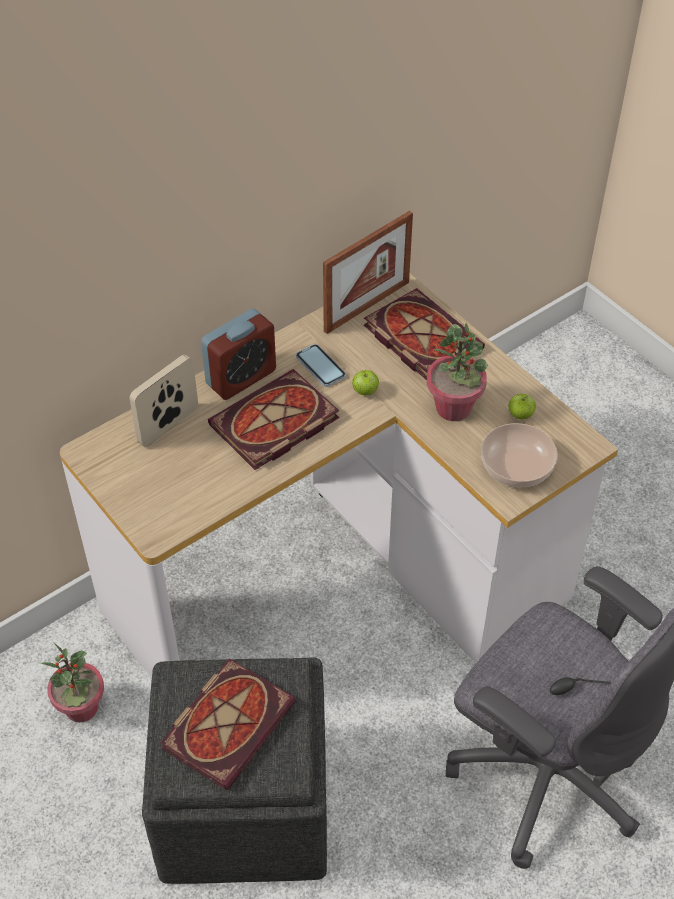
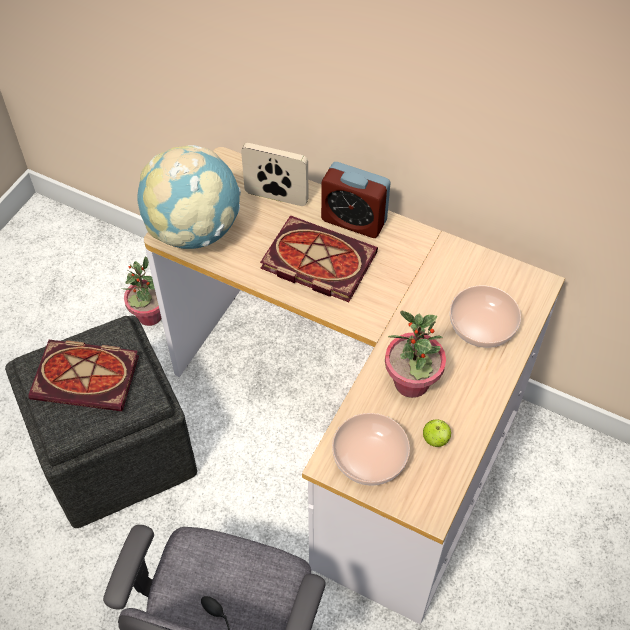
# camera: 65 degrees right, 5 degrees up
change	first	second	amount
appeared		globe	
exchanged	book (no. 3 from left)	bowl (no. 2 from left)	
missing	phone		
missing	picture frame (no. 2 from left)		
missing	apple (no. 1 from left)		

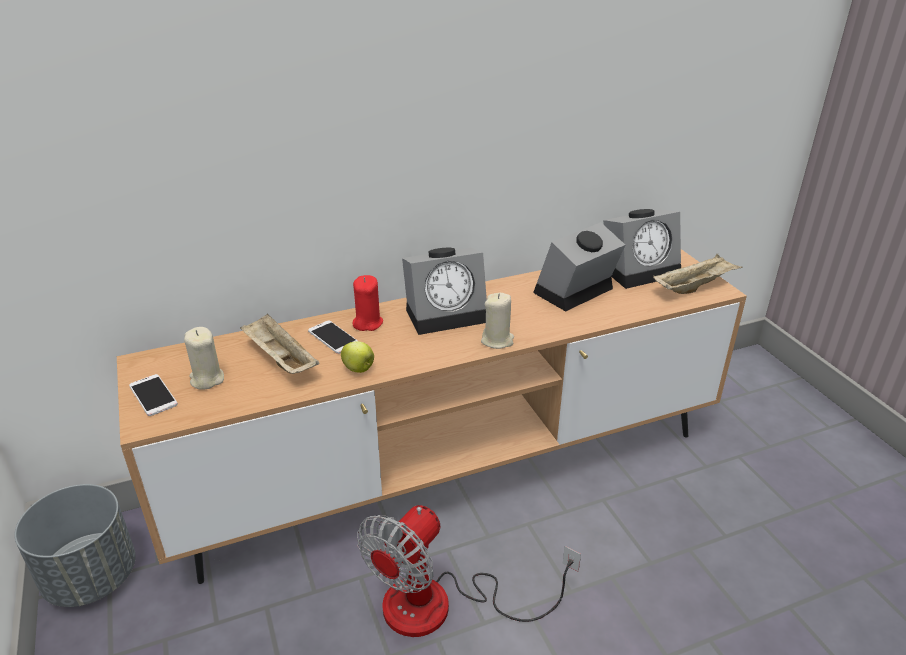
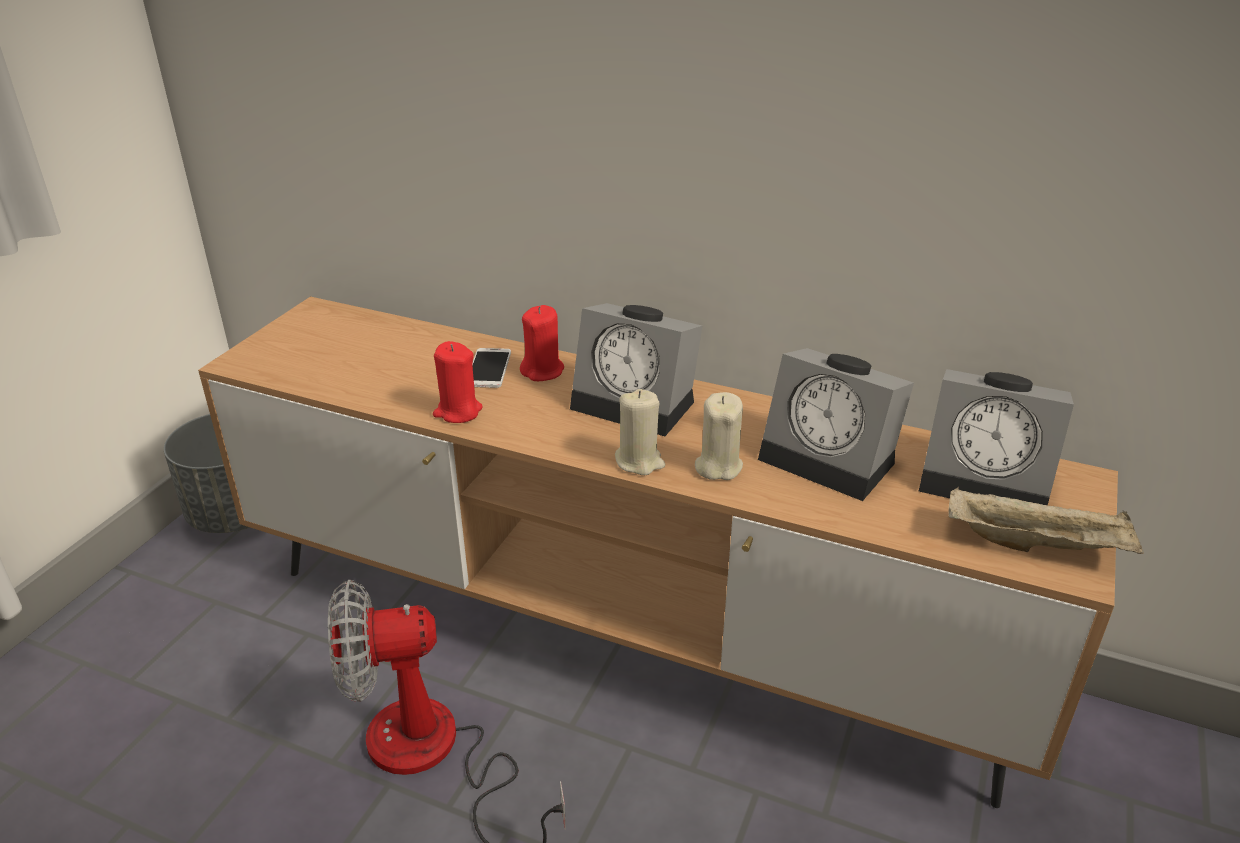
# camera: 45 degrees right, 0 degrees up
change	first	second	amount
exchanged	apple	red candle (no. 1 from left)	
relocated	beige candle (no. 1 from left in the first image)	beige candle (no. 2 from left)	
spun	alarm clock (no. 2 from left)		150 degrees counterclockwise
missing	phone (no. 1 from left)		
missing	beige tray (no. 1 from left)		

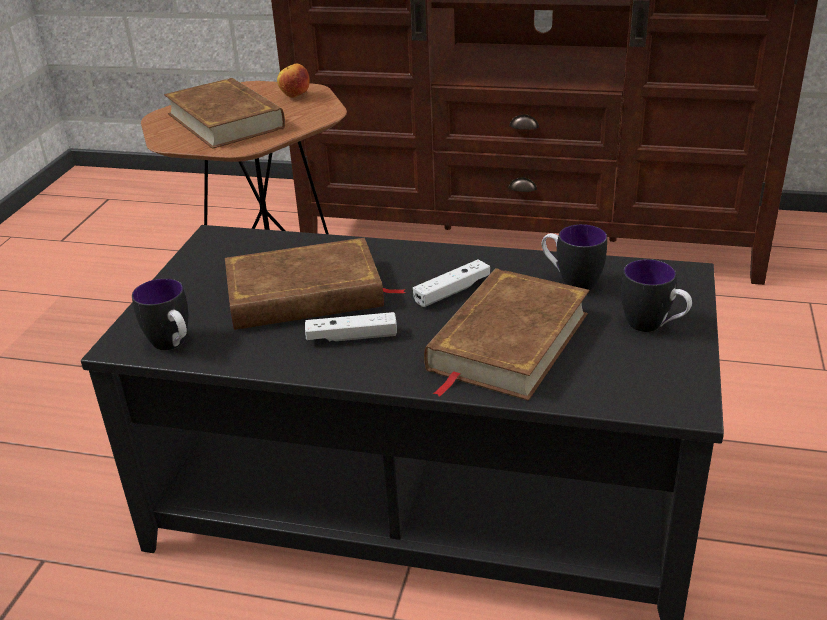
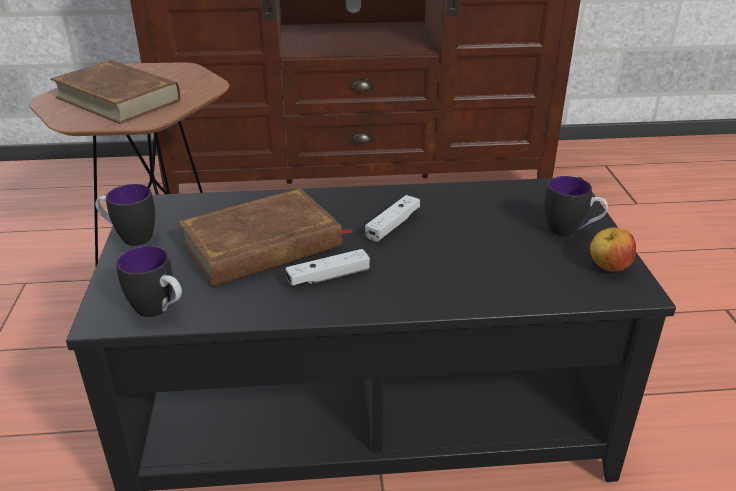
# camera: 20 degrees left, 0 degrees up
change	first	second	amount
relocated	mug (no. 2 from left in the first image)	mug (no. 1 from left)	
relocated	apple		
missing	brown book (no. 3 from left)		

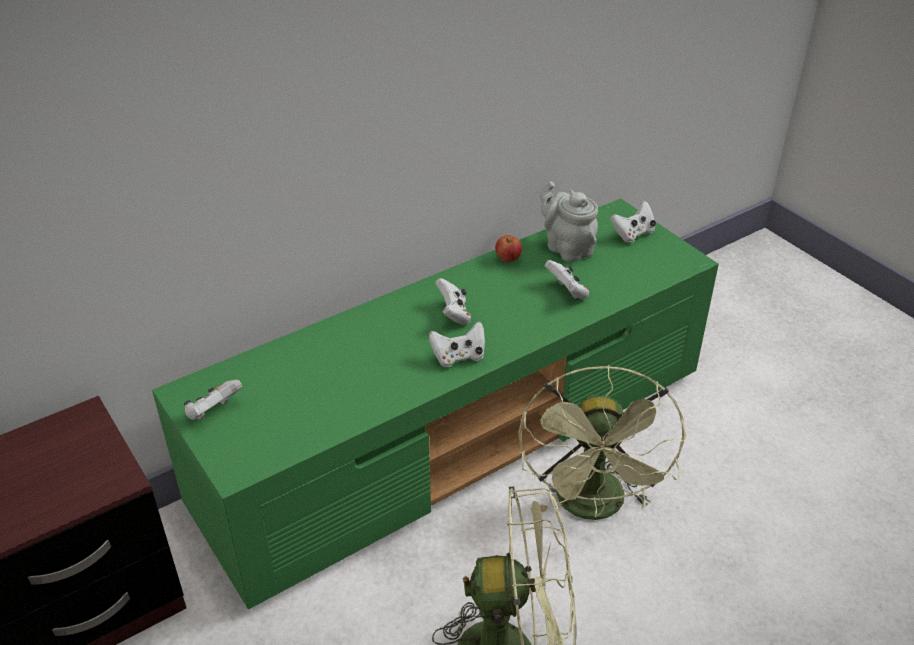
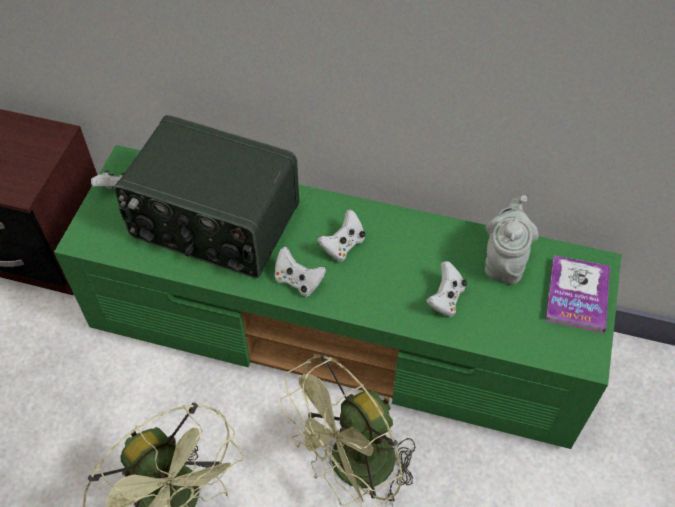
# camera: 50 degrees right, 15 degrees up
change	first	second	amount
appeared		radio	
exchanged	white game controller (no. 5 from left)	book	
missing	apple		

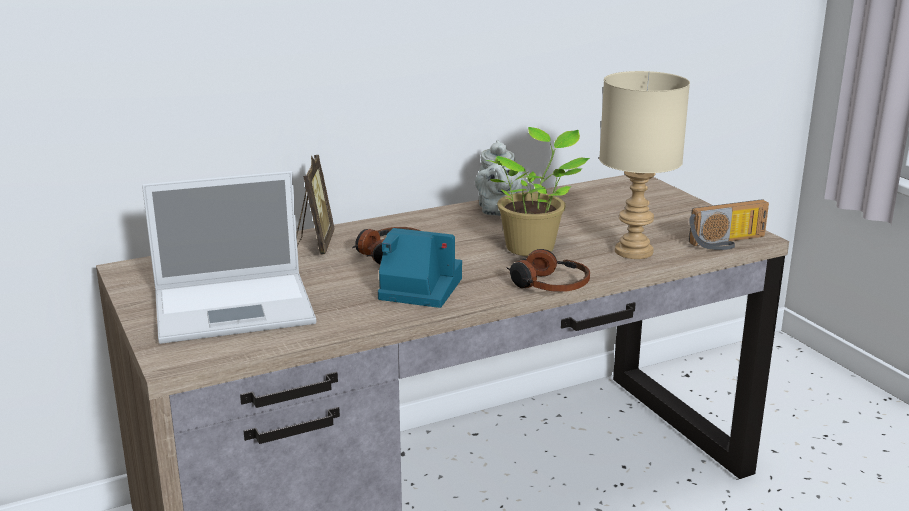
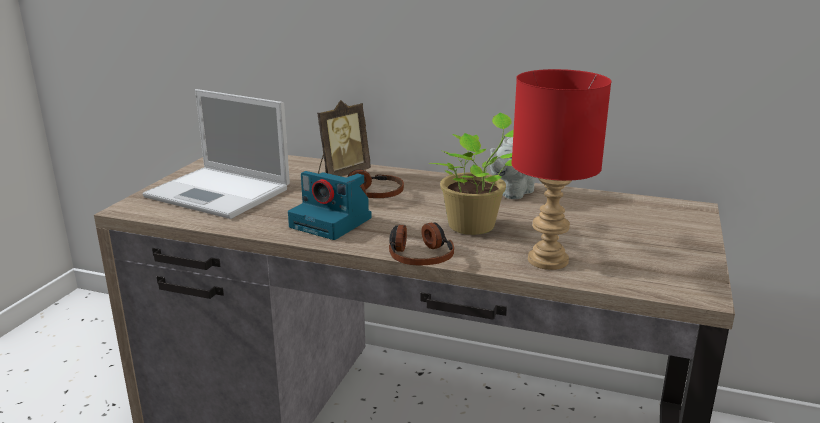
# camera: 45 degrees right, 0 degrees up
change	first	second	amount
spun	photo camera		150 degrees clockwise
colour	beige table lamp	red table lamp	
missing	radio		

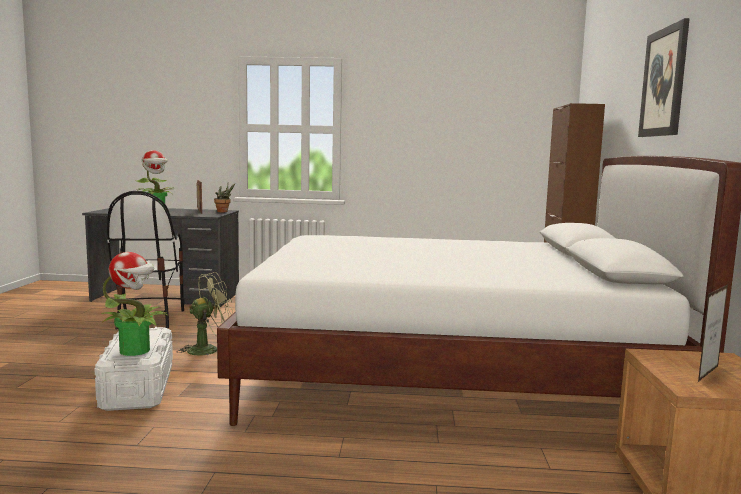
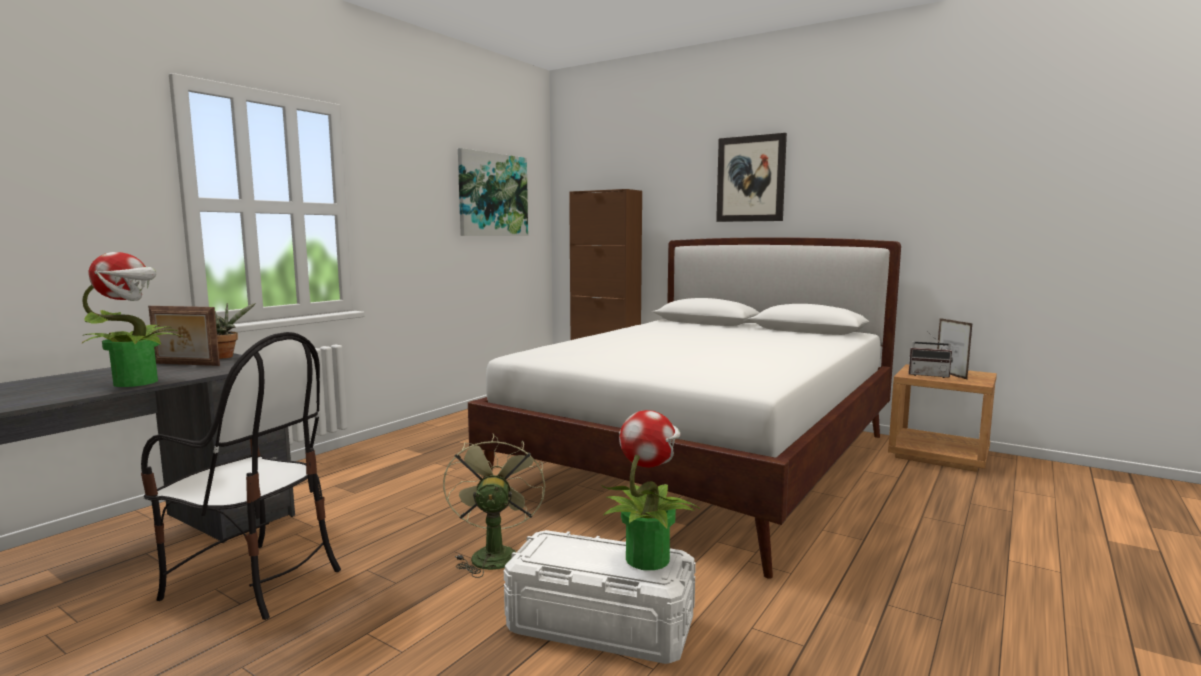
# camera: 60 degrees left, 0 degrees up
change	first	second	amount
appeared		picture (no. 1 from left)	
appeared		radio	

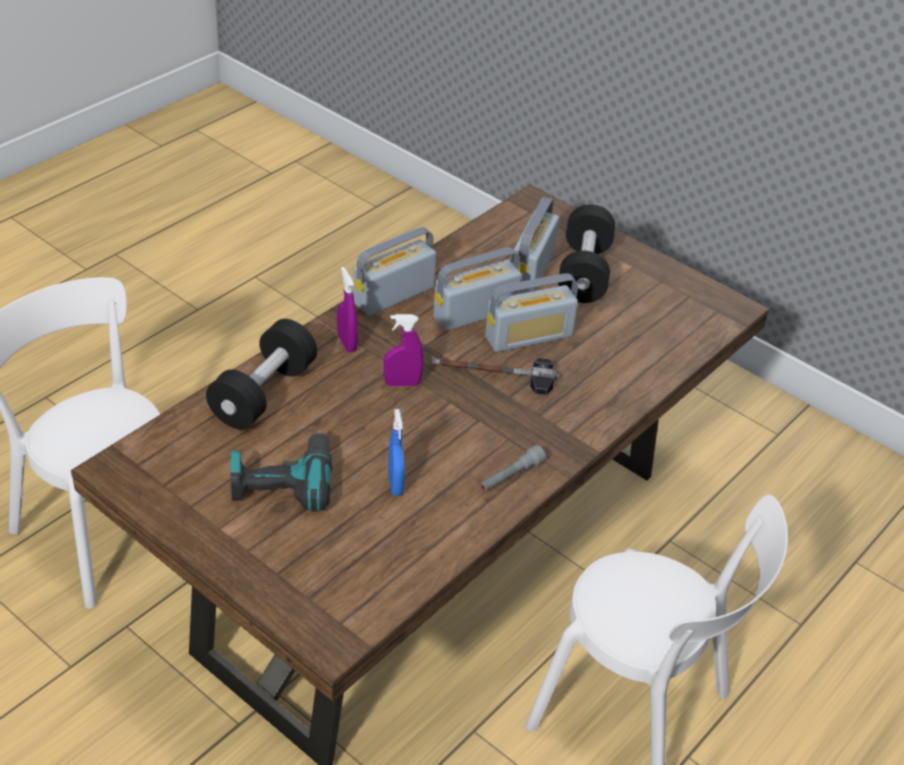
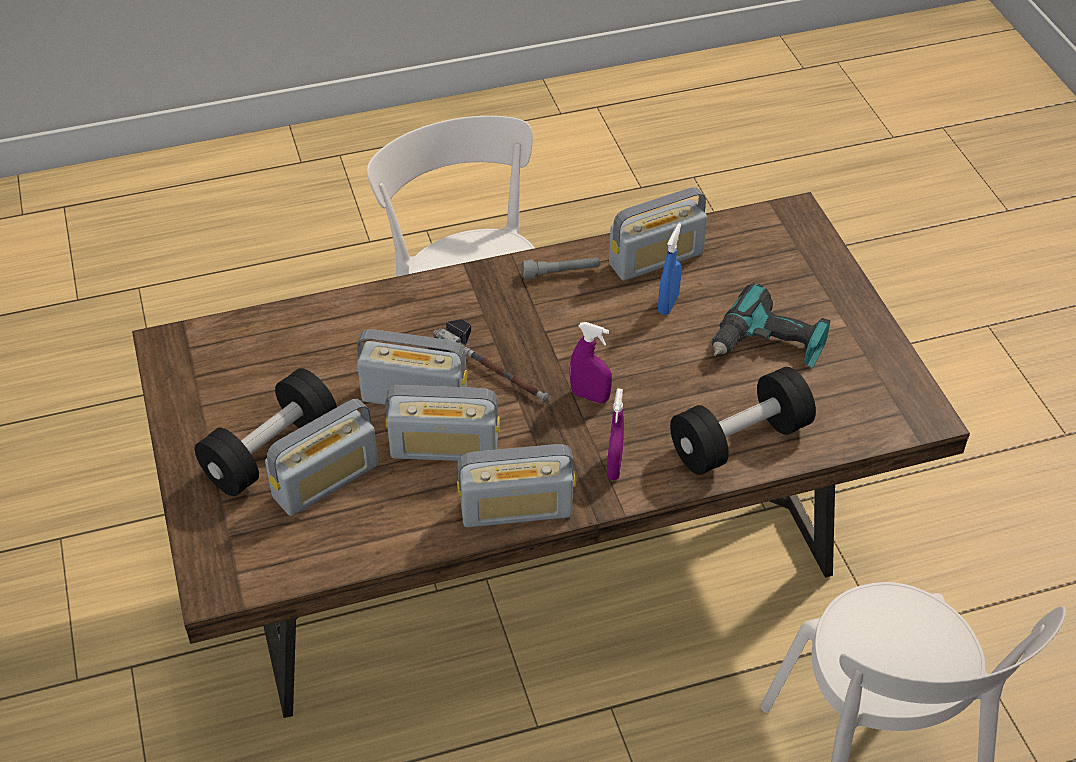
# camera: 145 degrees left, 5 degrees up
change	first	second	amount
appeared		radio (no. 5 from left)	

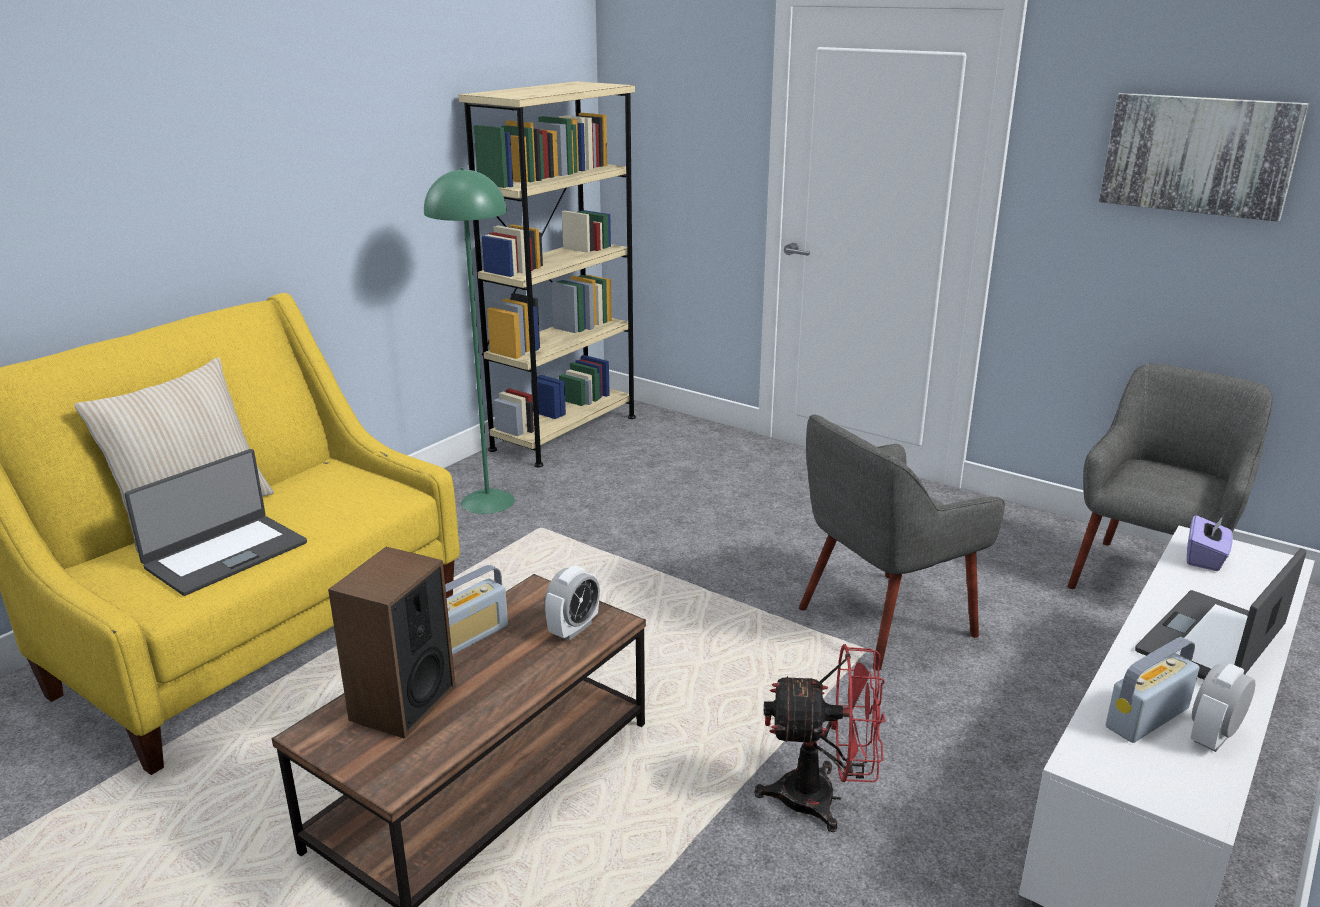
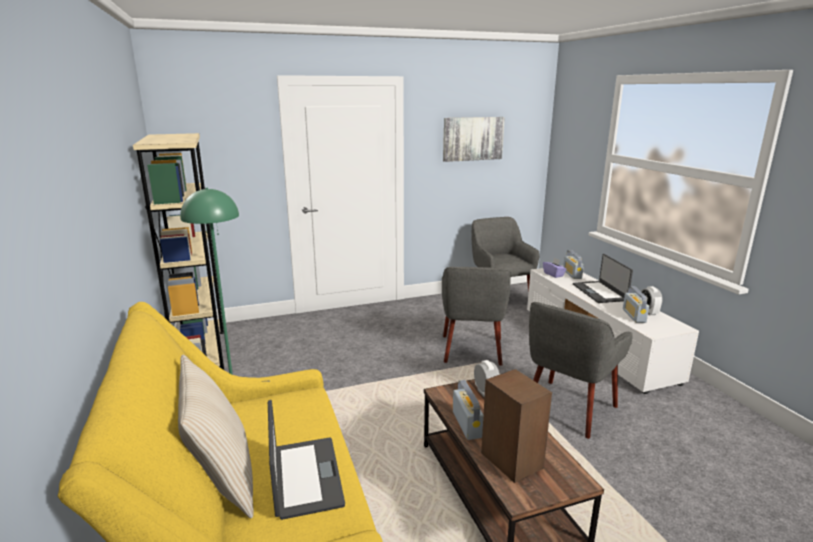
# camera: 55 degrees left, 5 degrees down
change	first	second	amount
exchanged	red fan	grey armchair (no. 3 from left)	
appeared		radio (no. 2 from left)	

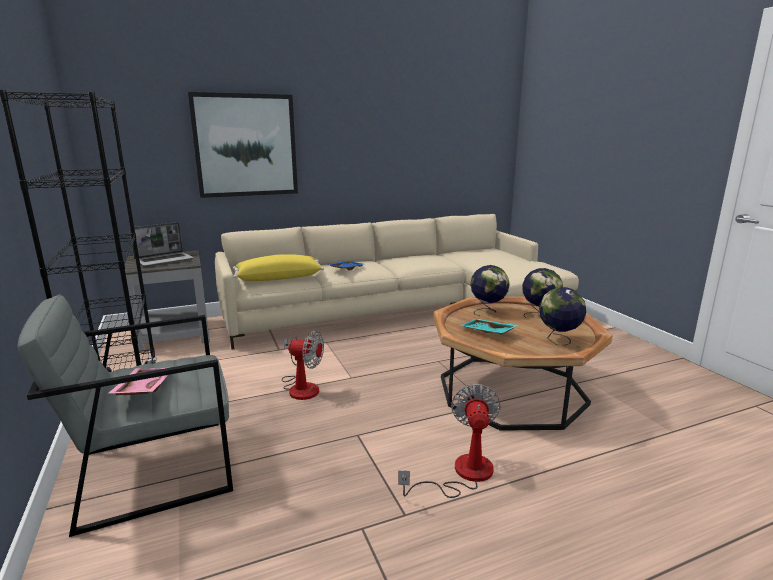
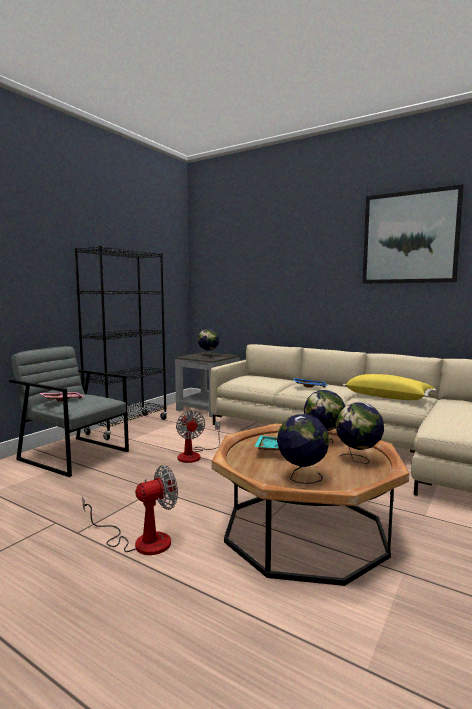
# camera: 55 degrees right, 10 degrees down
change	first	second	amount
exchanged	laptop	globe (no. 1 from left)	
relocated	yellow pillow		
relocated	picture		

